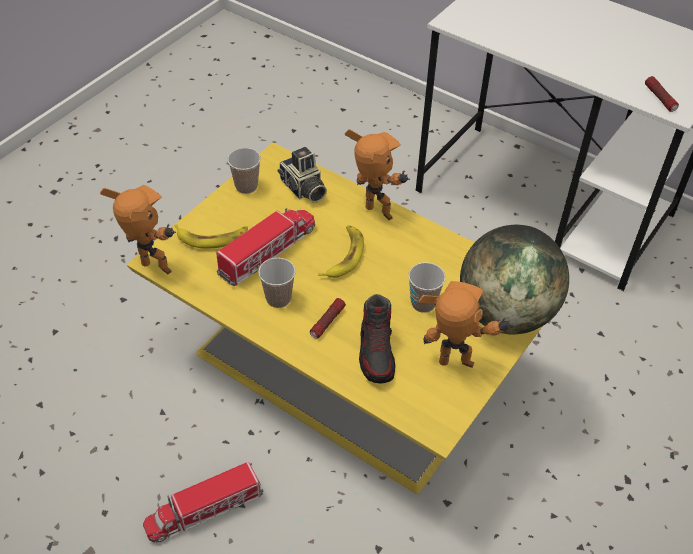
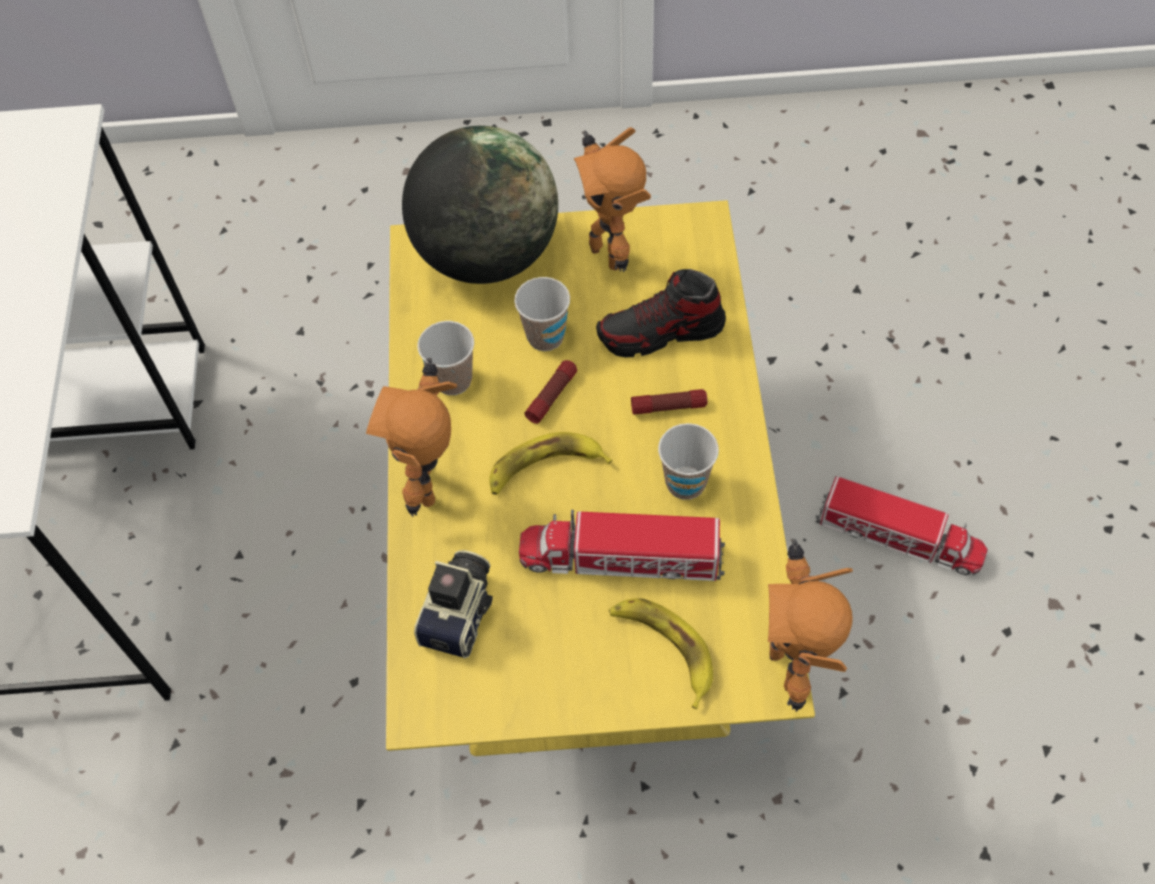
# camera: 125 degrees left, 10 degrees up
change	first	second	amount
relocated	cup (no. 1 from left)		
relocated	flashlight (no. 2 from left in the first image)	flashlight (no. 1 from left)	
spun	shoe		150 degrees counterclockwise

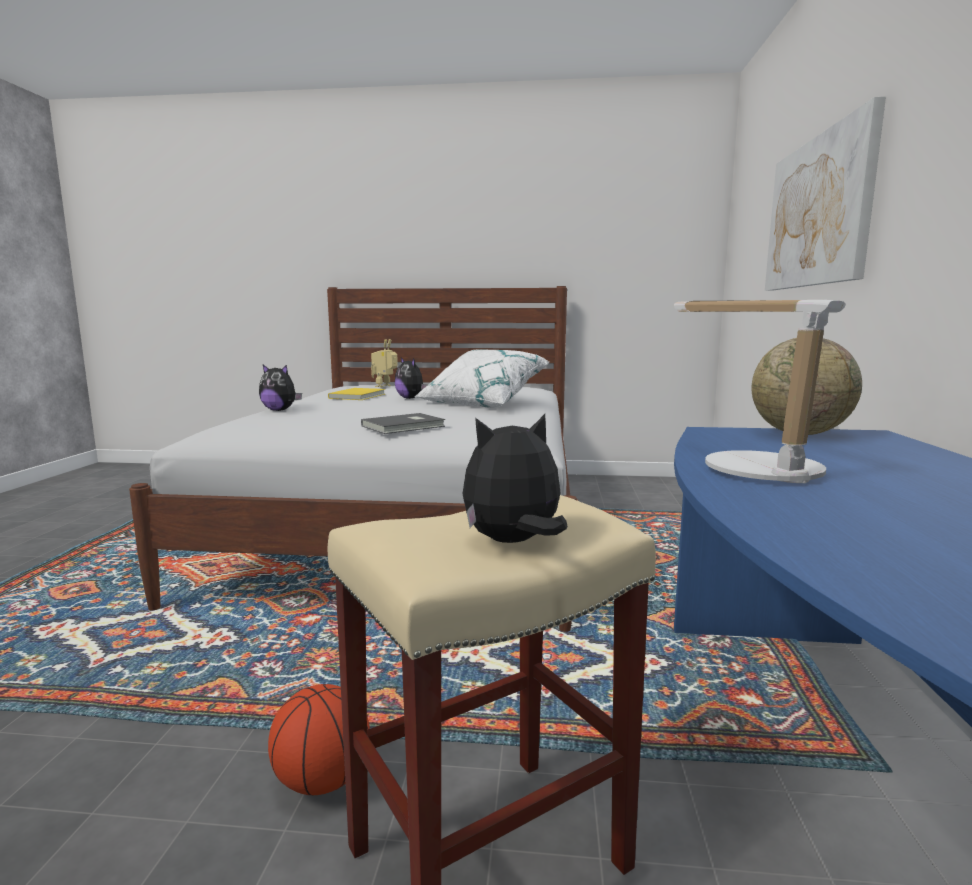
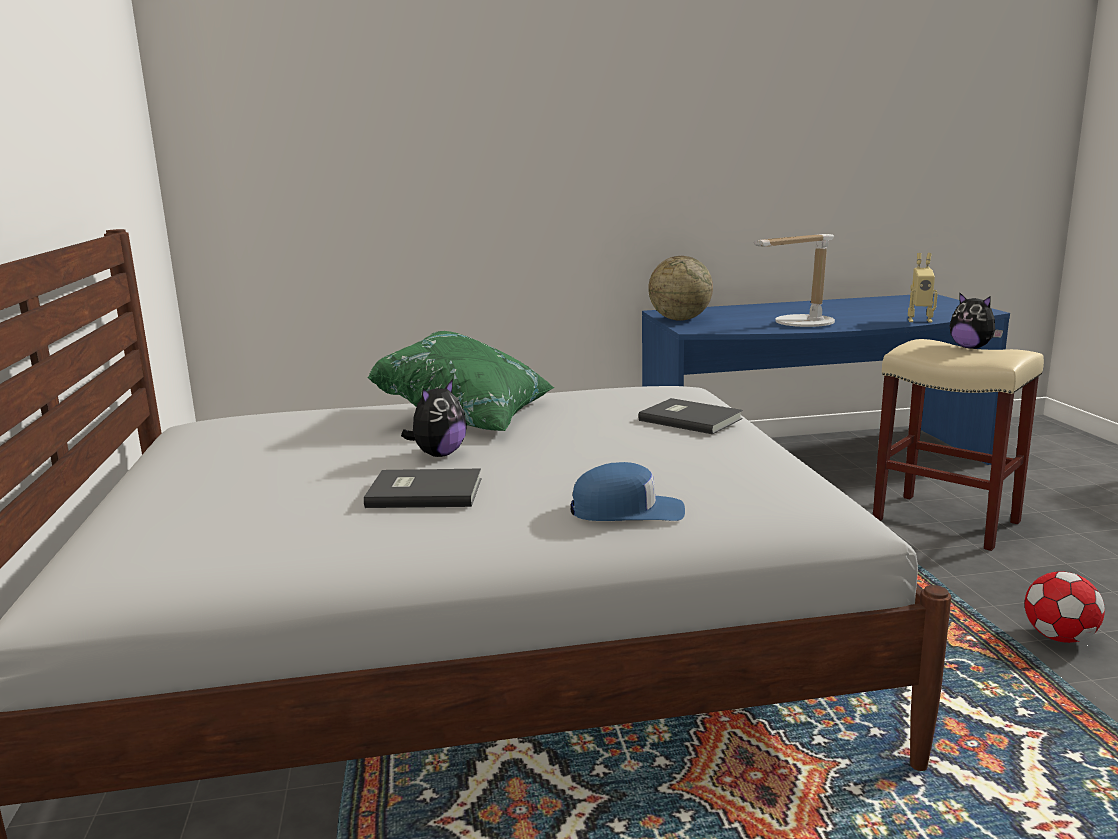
# camera: 105 degrees left, 5 degrees up
change	first	second	amount
colour	yellow book	grey book (no. 1 from left)	
colour	white pillow	green pillow	
exchanged	plush toy (no. 1 from left)	blue cap	
relocated	toy robot		
appeared		football	
missing	basketball		
missing	picture		

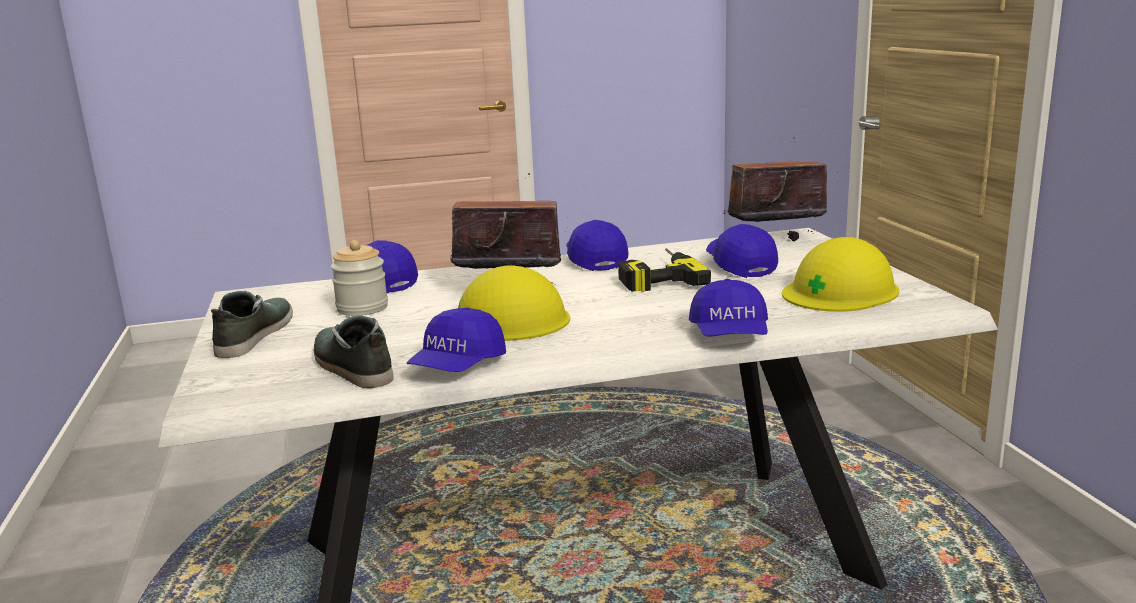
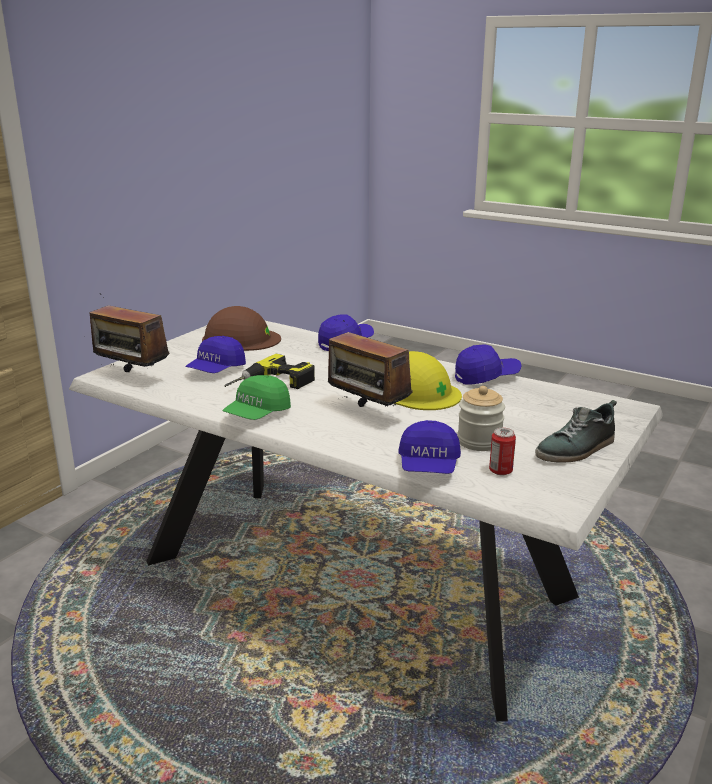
# camera: 135 degrees left, 5 degrees up
change	first	second	amount
colour	yellow hard hat (no. 2 from left)	brown hard hat	
colour	blue cap (no. 3 from left)	green cap	
appeared		can	
missing	shoe (no. 2 from left)		

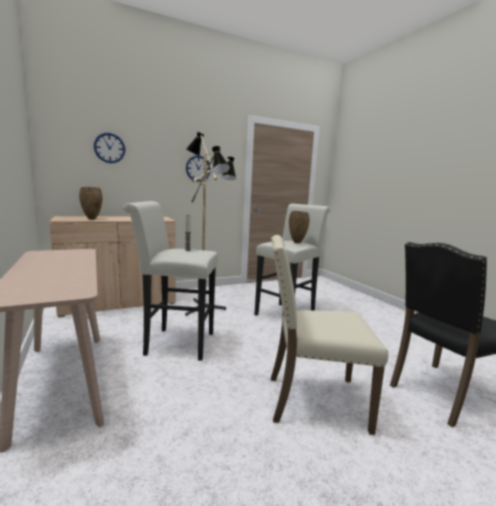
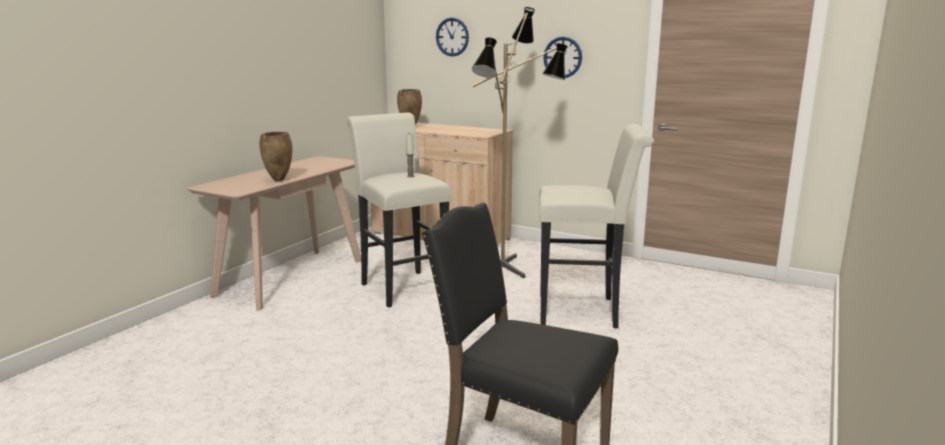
# camera: 55 degrees right, 5 degrees up
change	first	second	amount
relocated	brown vase (no. 2 from left in the first image)	brown vase (no. 1 from left)	
missing	beige chair		

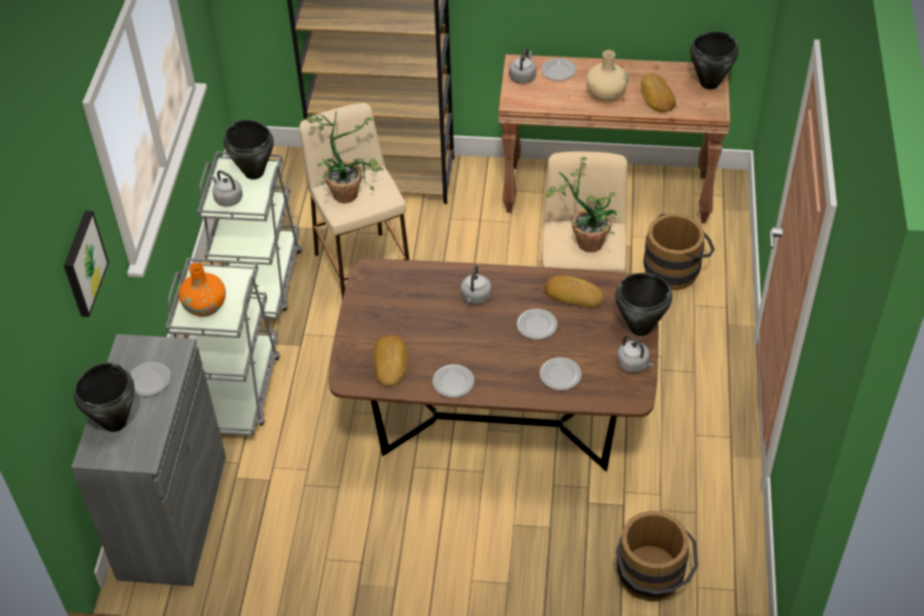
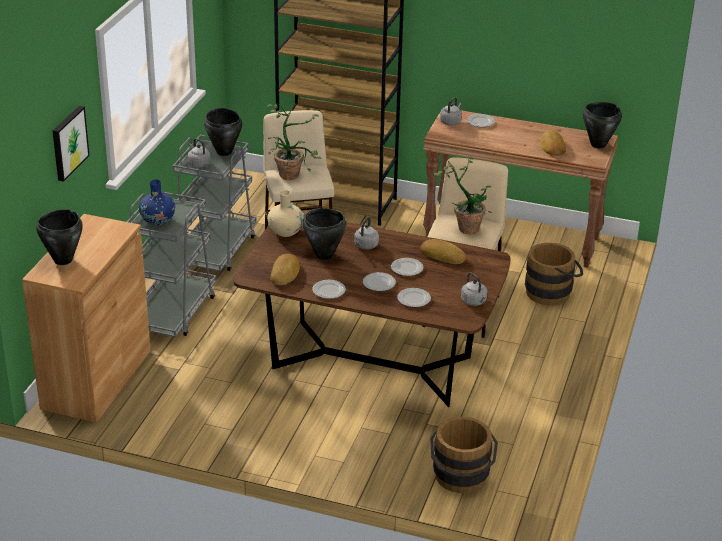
# camera: 10 degrees right, 15 degrees down
change	first	second	amount
colour	grey cabinet	brown cabinet	
colour	orange vase	blue vase	
relocated	beige vase		
relocated	black cooking pot (no. 3 from left)		
relocated	plate (no. 1 from left in the first image)	plate (no. 2 from left)	

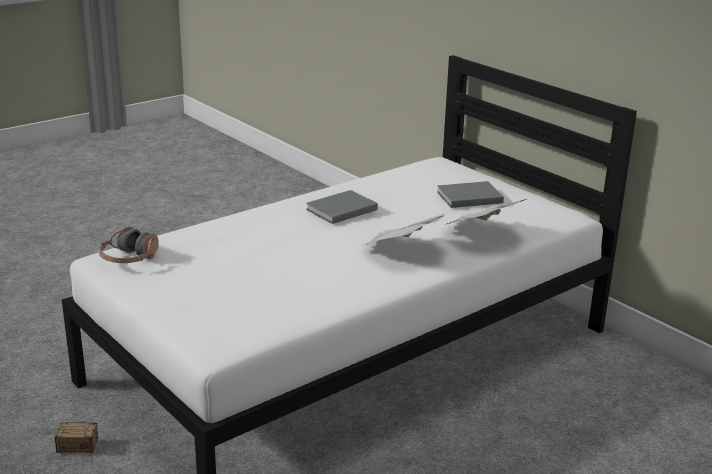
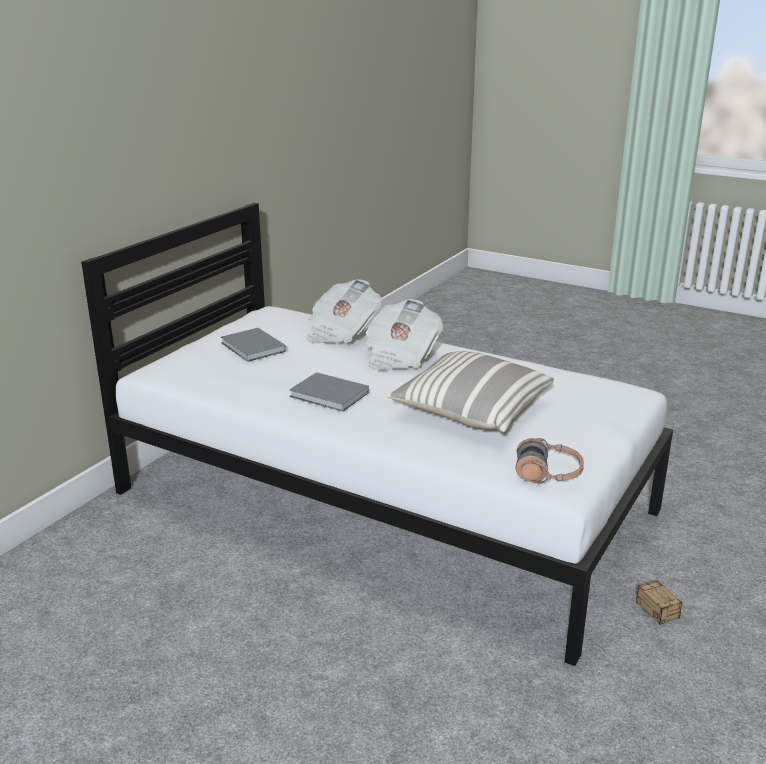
# camera: 110 degrees left, 0 degrees up
change	first	second	amount
appeared		pillow	

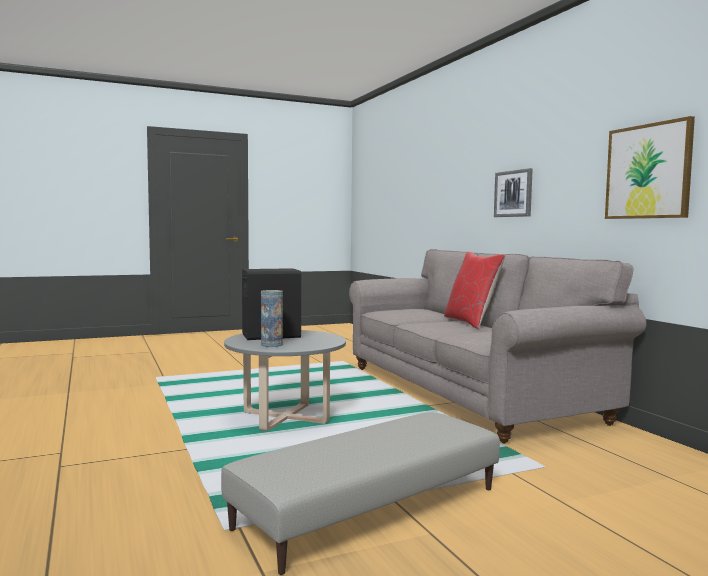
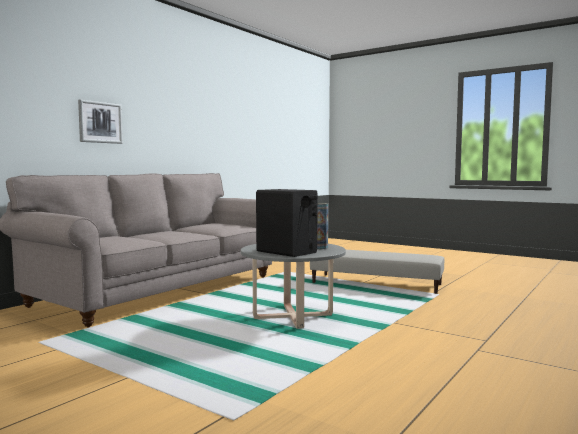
# camera: 120 degrees left, 0 degrees up
change	first	second	amount
missing	red pillow		
missing	picture (no. 2 from left)		

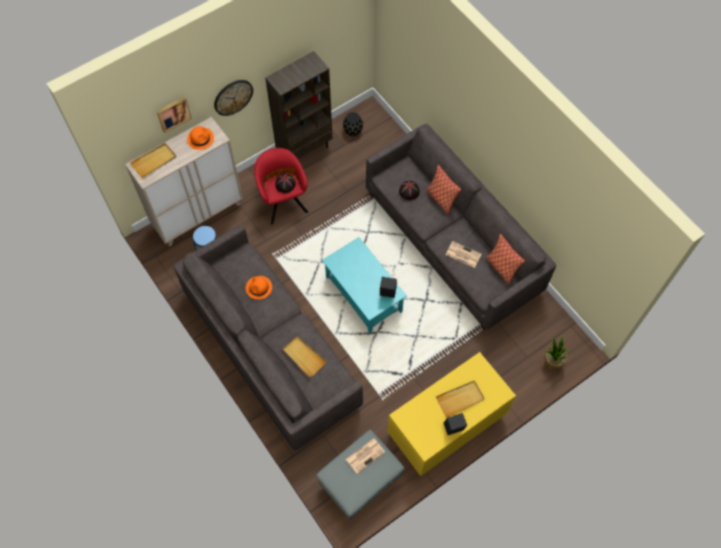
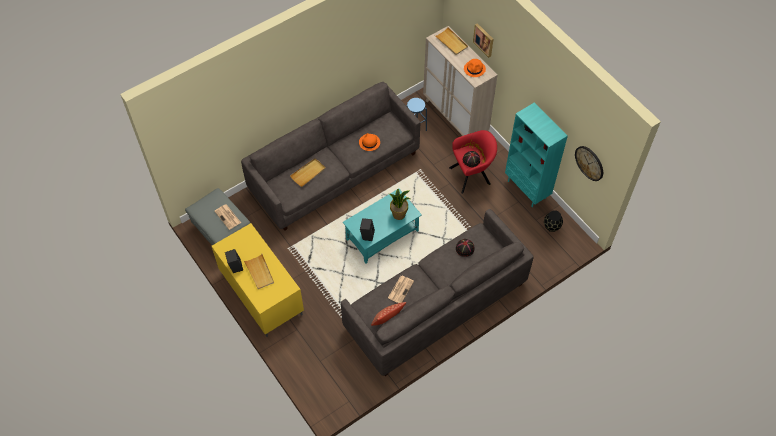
# camera: 90 degrees right, 5 degrees down
change	first	second	amount
relocated	potted plant		
colour	brown bookcase	turquoise bookcase	
relocated	wall clock		
missing	pillow (no. 1 from left)		

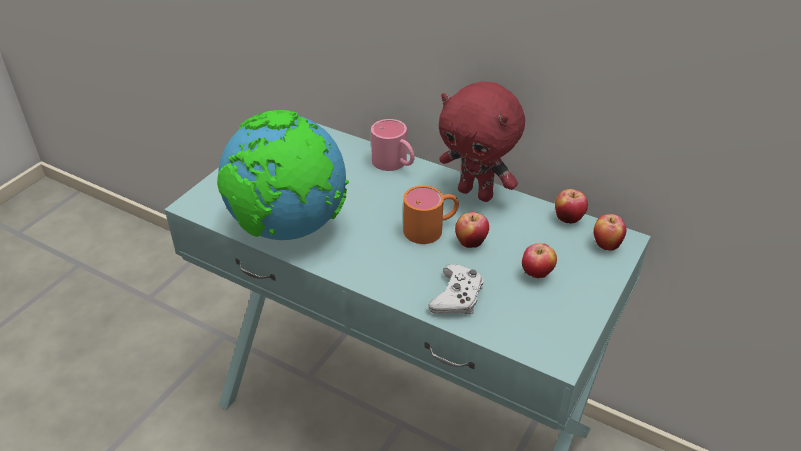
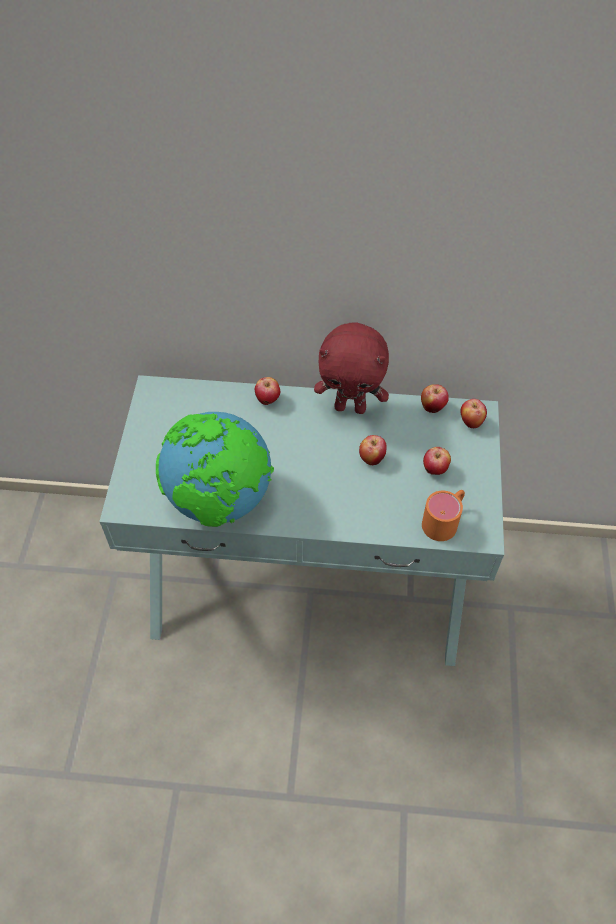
# camera: 25 degrees left, 15 degrees up
change	first	second	amount
exchanged	pink mug	apple (no. 1 from left)	
relocated	orange mug		
missing	white game controller		

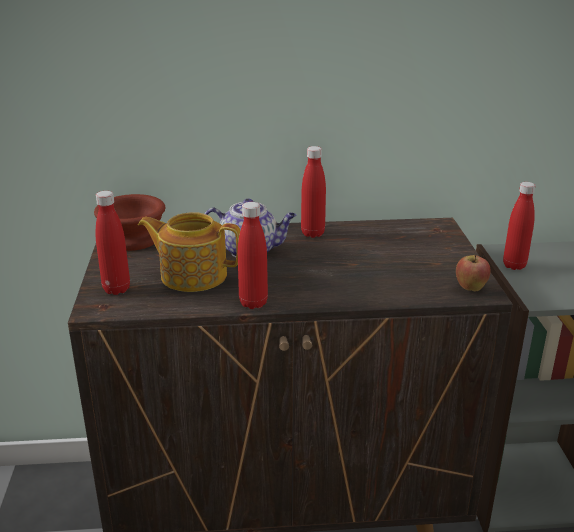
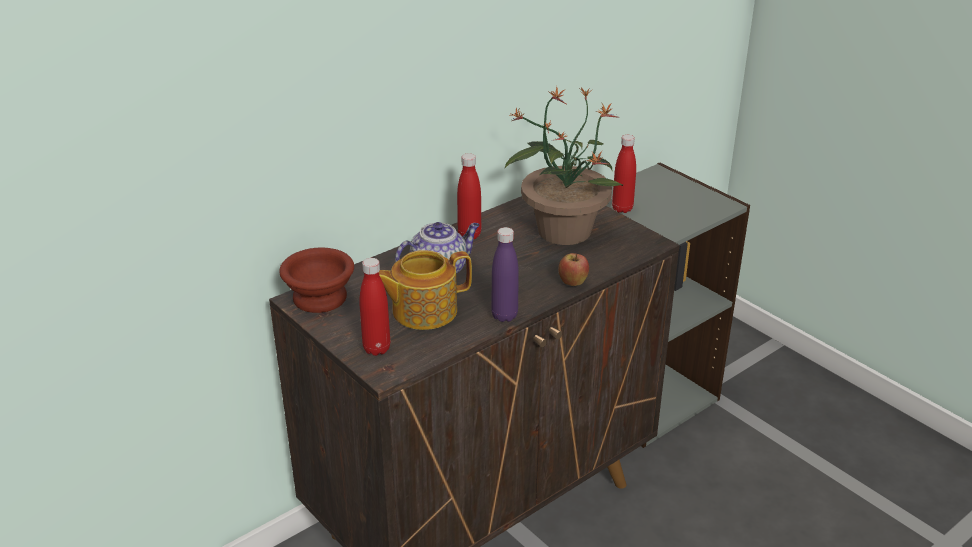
# camera: 35 degrees left, 5 degrees up
change	first	second	amount
colour	red bottle (no. 2 from left)	purple bottle	
appeared		potted plant	
relocated	apple		

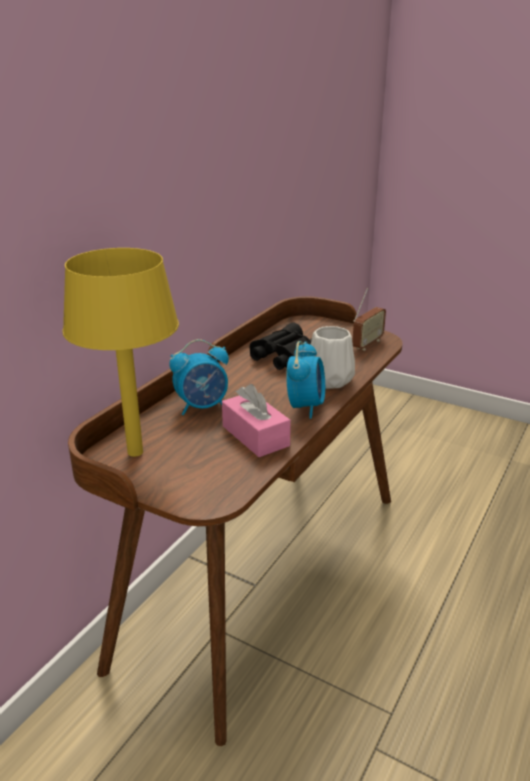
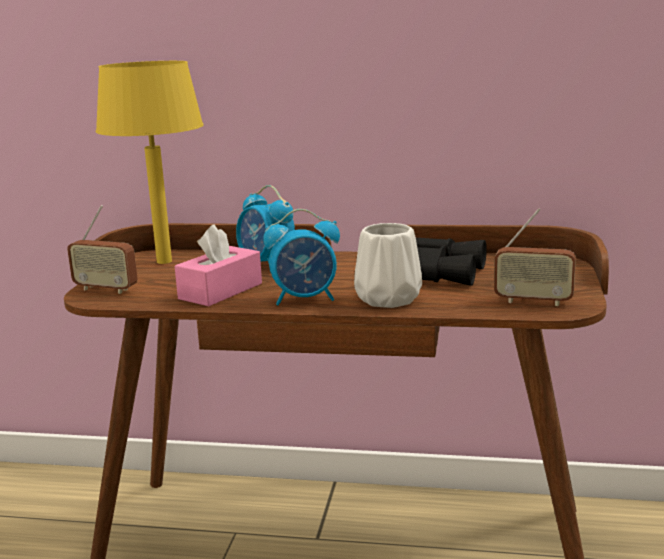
# camera: 70 degrees right, 10 degrees down
change	first	second	amount
appeared		radio (no. 1 from left)	

